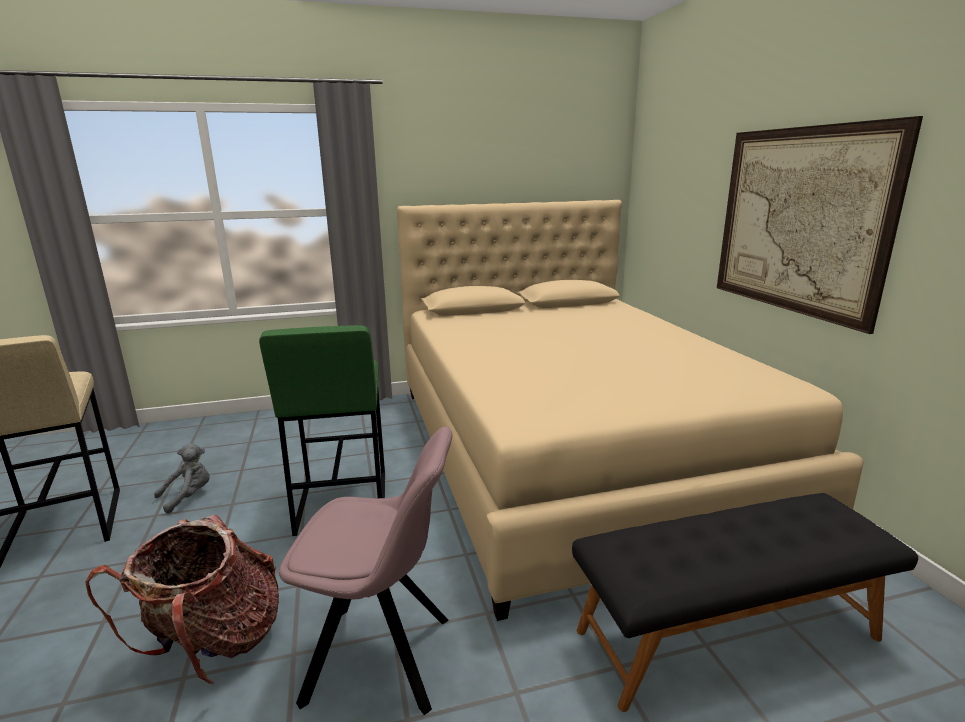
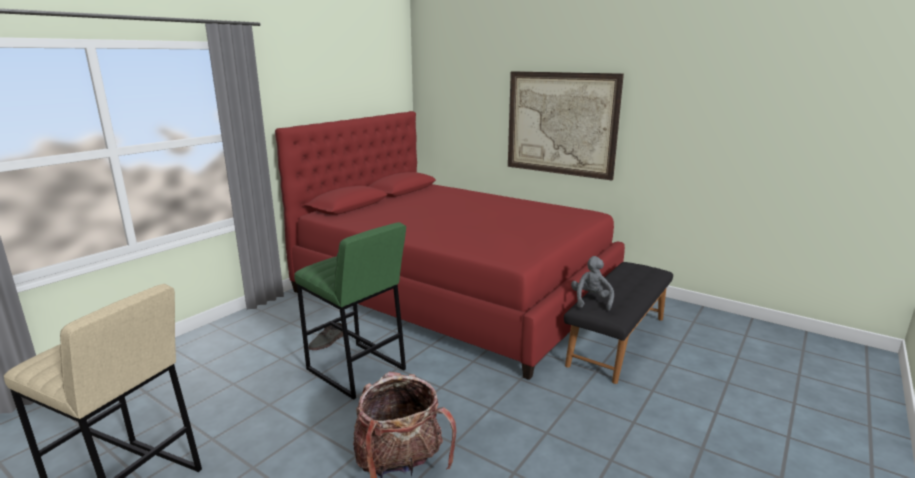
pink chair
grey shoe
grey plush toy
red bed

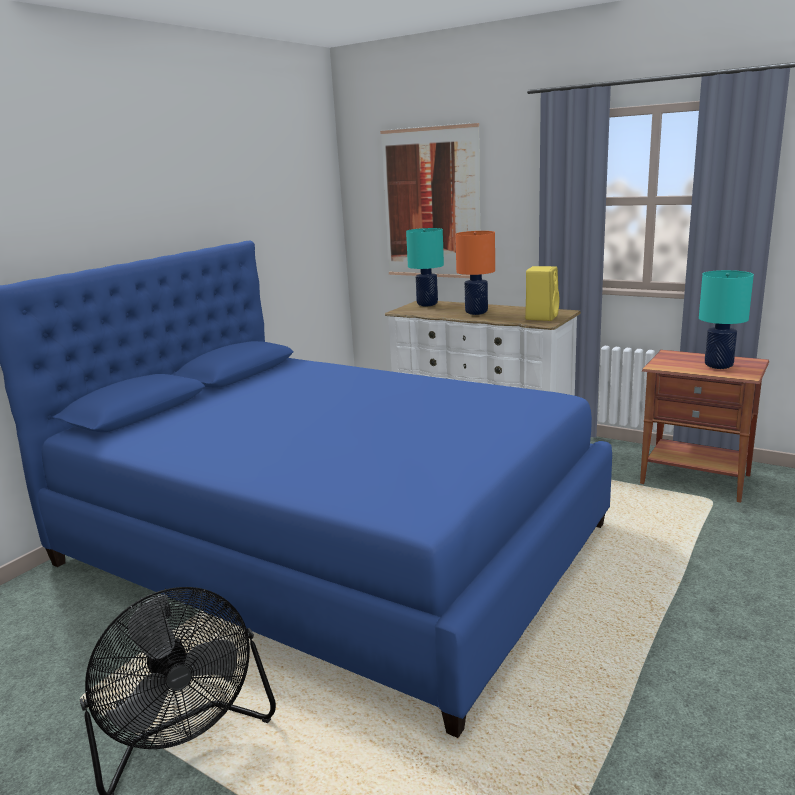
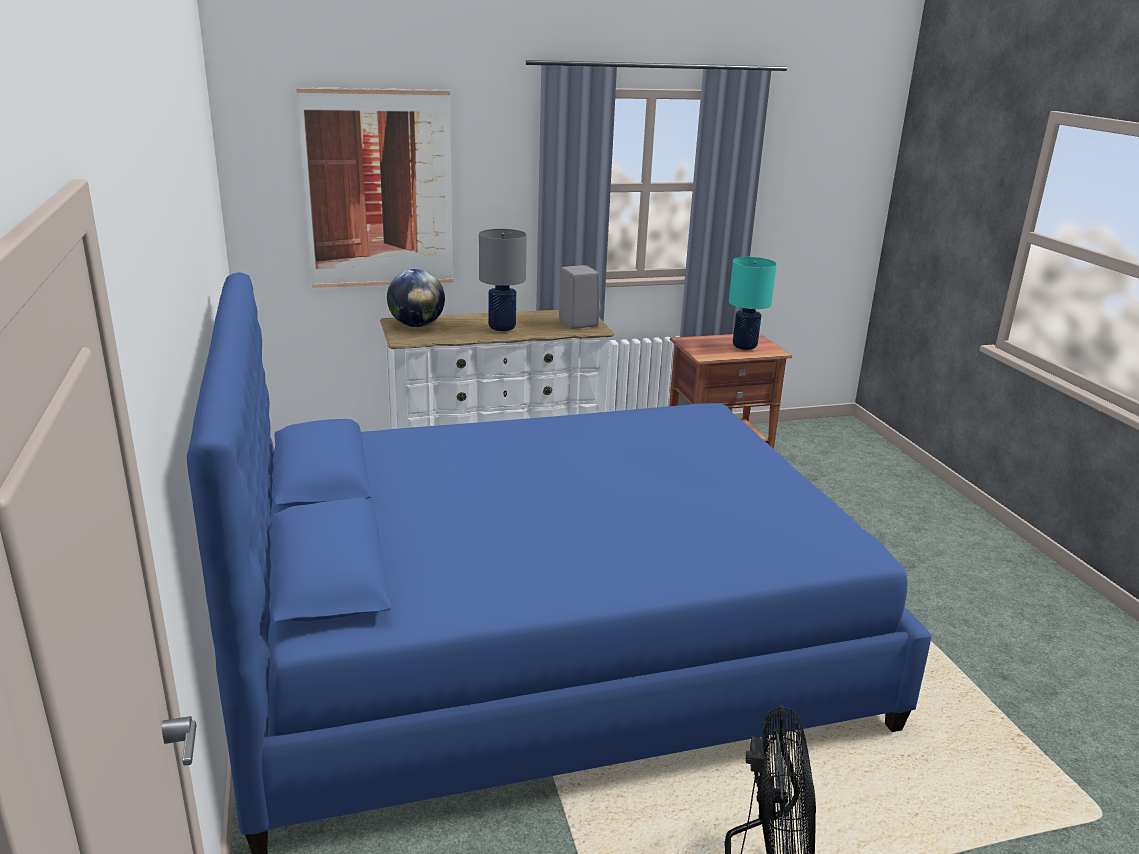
globe
grey table lamp
grey speaker

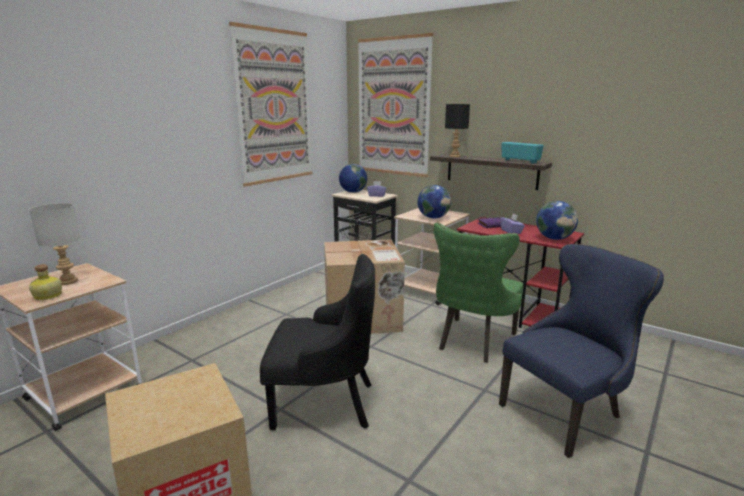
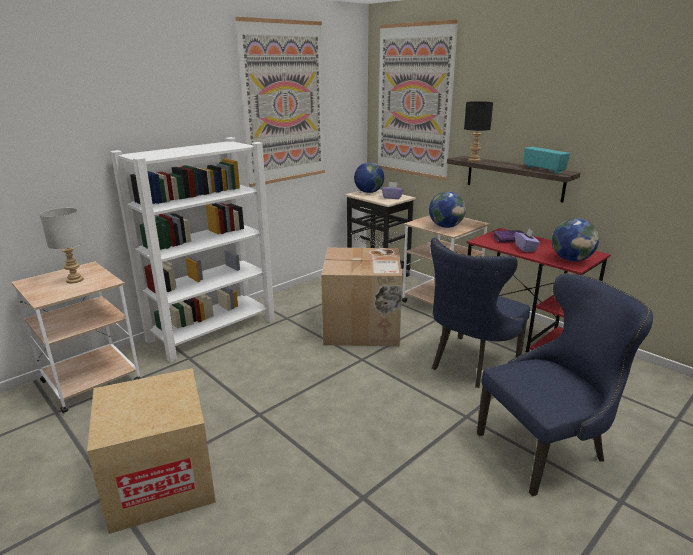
bottle
black chair
white bookcase
blue chair (1st from left)

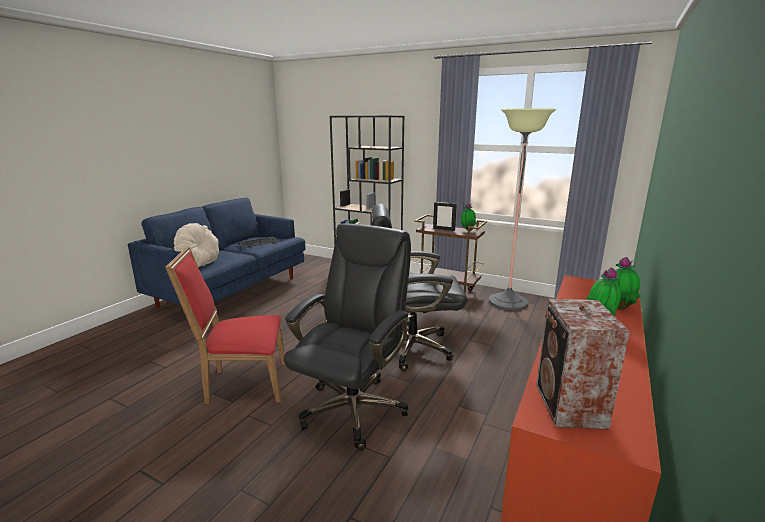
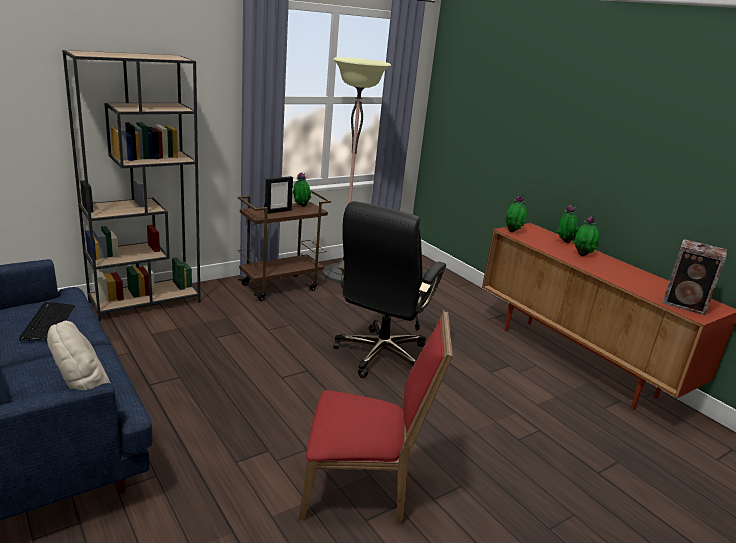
black office chair (1st from left in the first image)
potted plant (2nd from left)
red chair

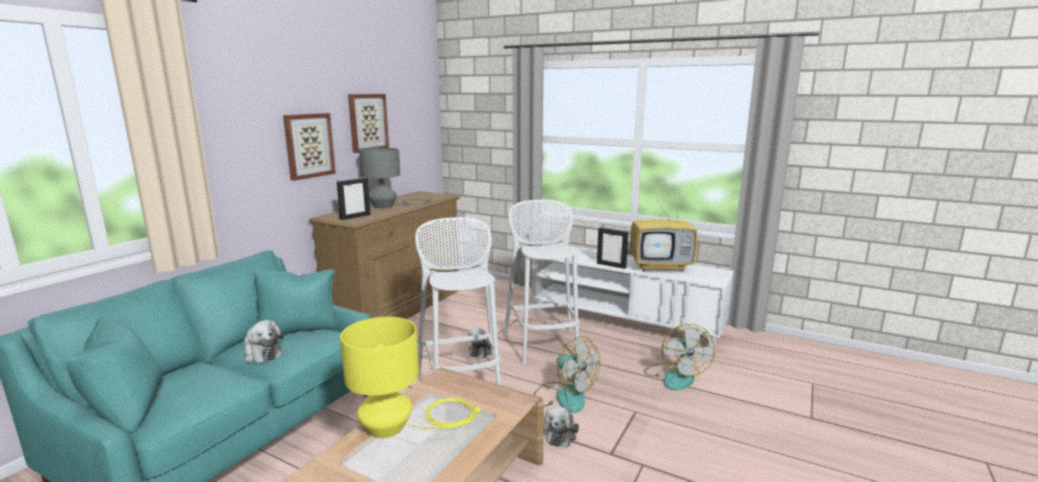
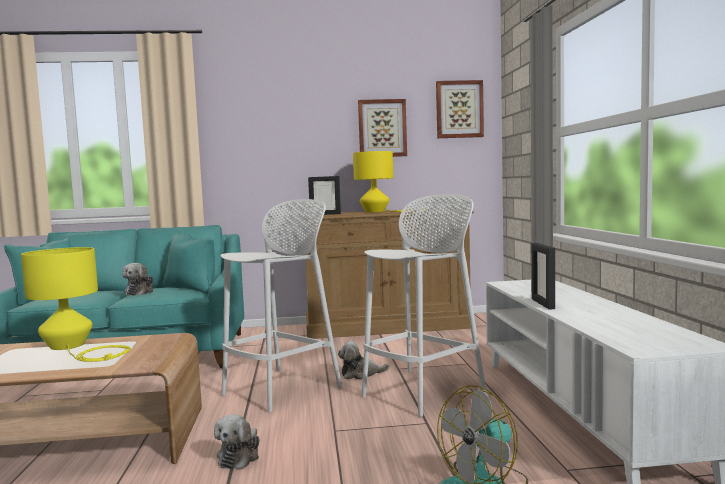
fan (1st from left in the first image)
television
picture (2nd from left)
yellow table lamp (2nd from left)
plush toy (2nd from left)

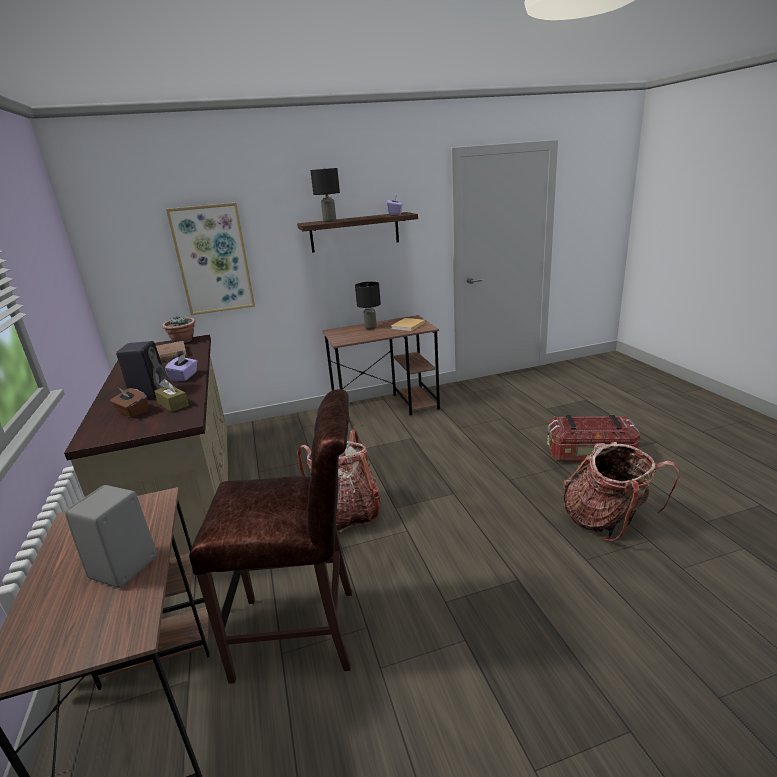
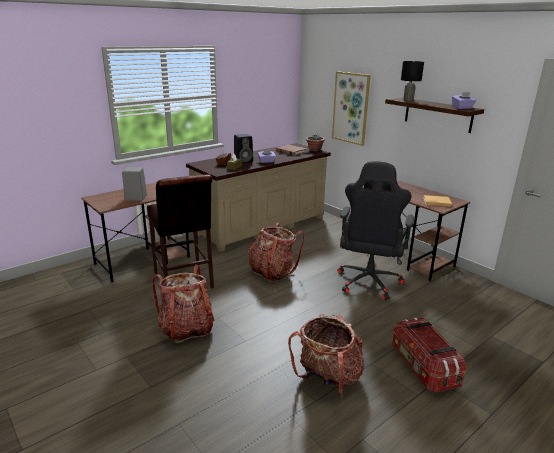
black table lamp (2nd from left in the first image)
backpack (1st from left)
black office chair

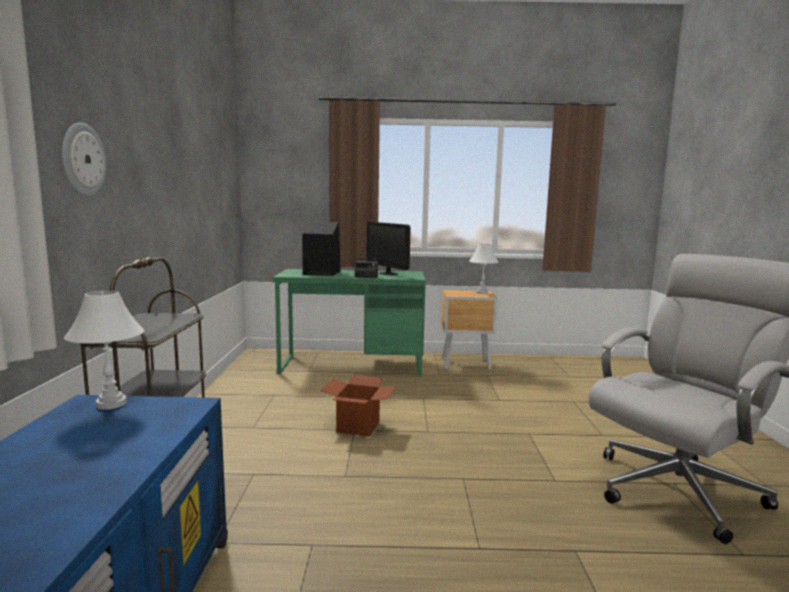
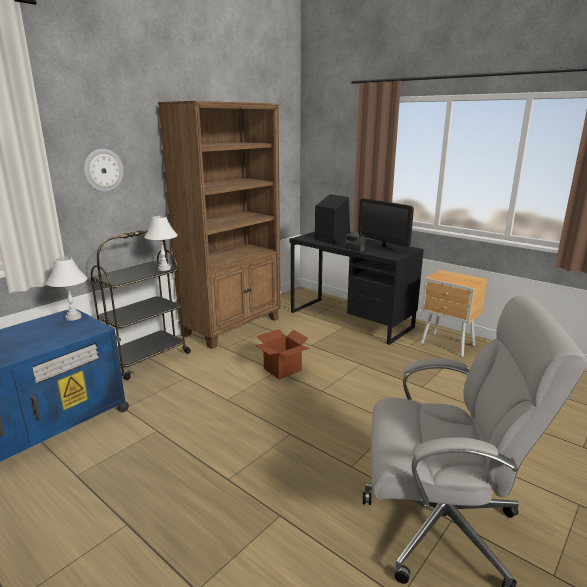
brown bookcase
white table lamp (2nd from left)
black desk
monitor

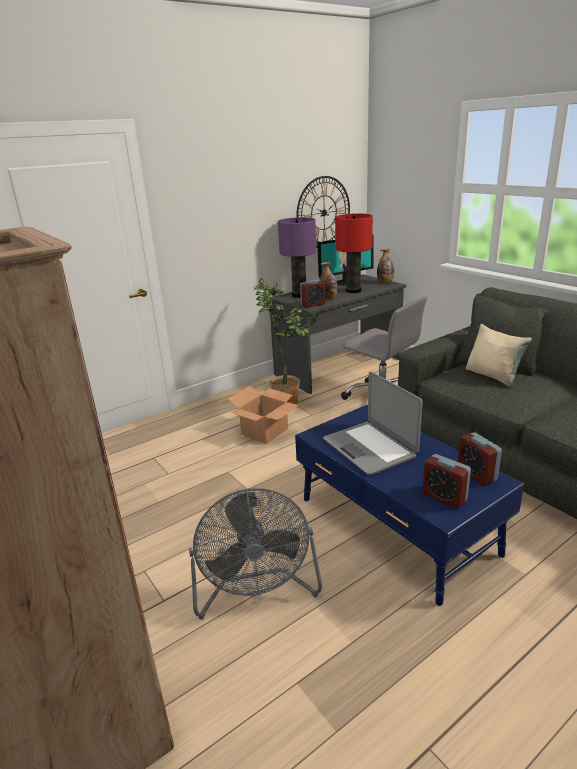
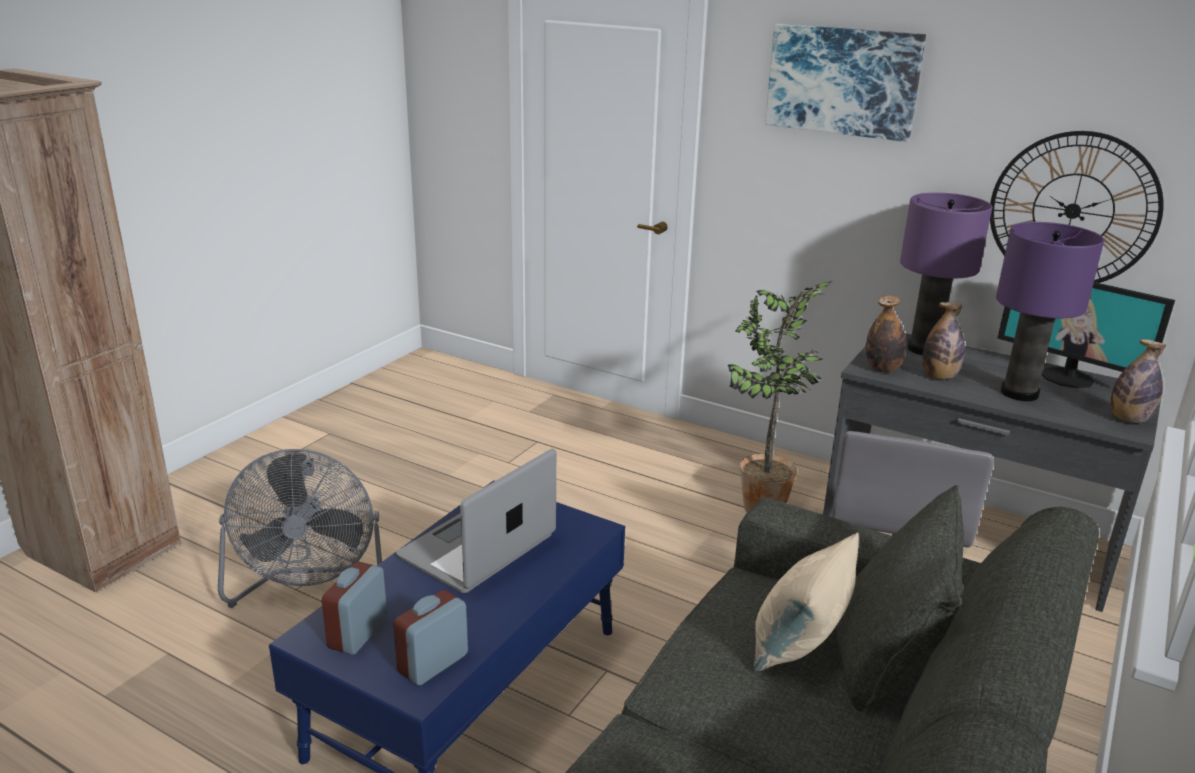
cardboard box
picture
bottle (1st from left)
purple table lamp (2nd from left)
grey fan

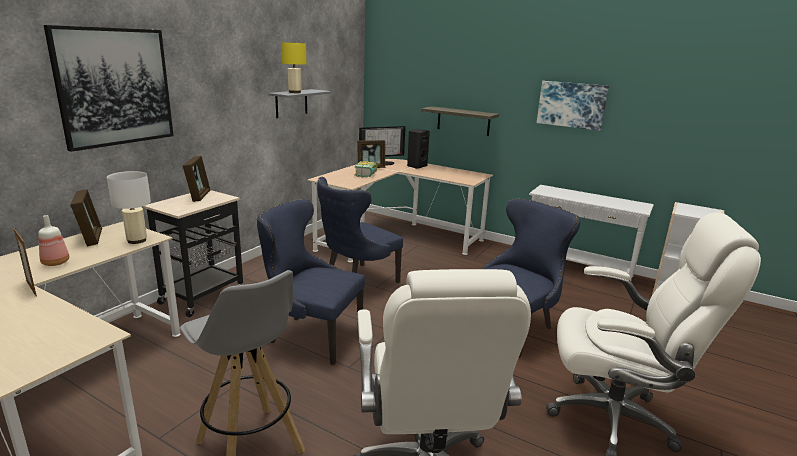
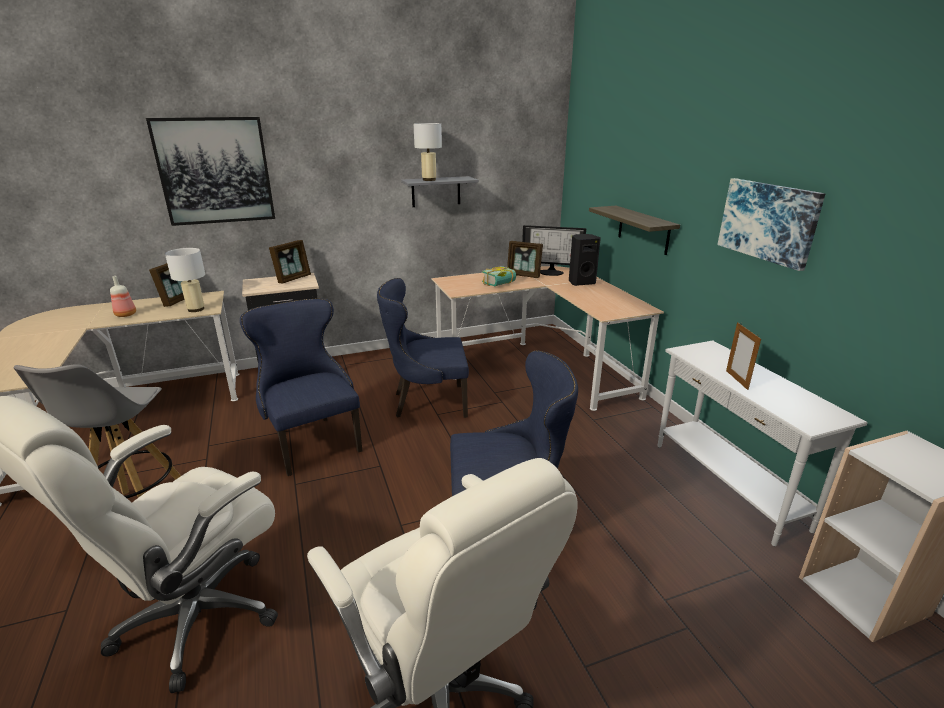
picture frame (4th from left)
white table lamp (2nd from left)

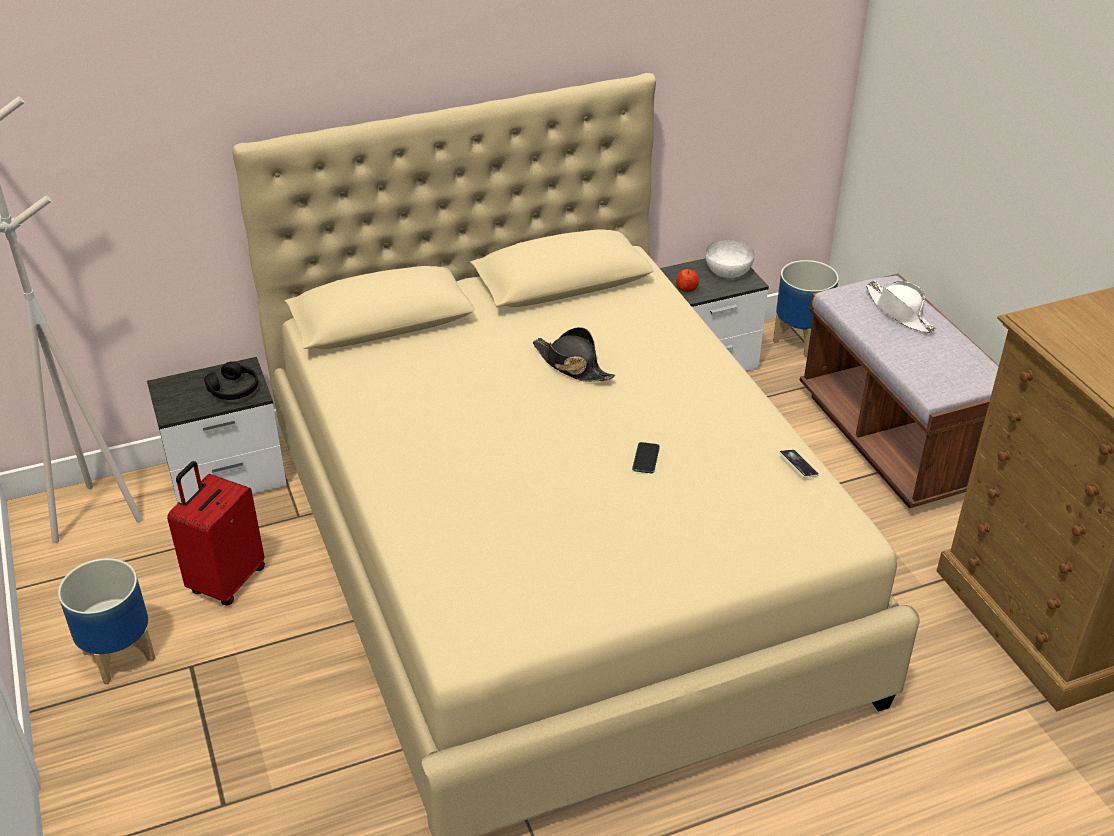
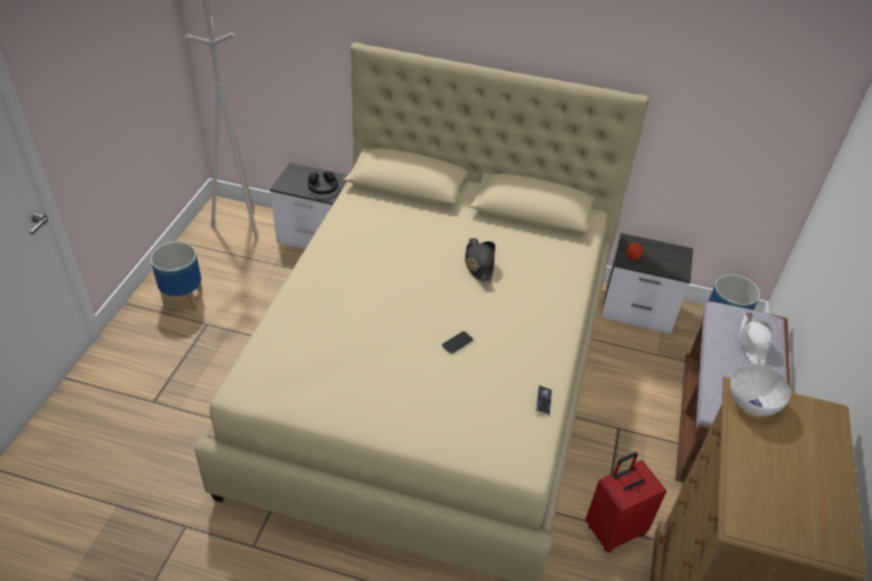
red suitcase
white bowl

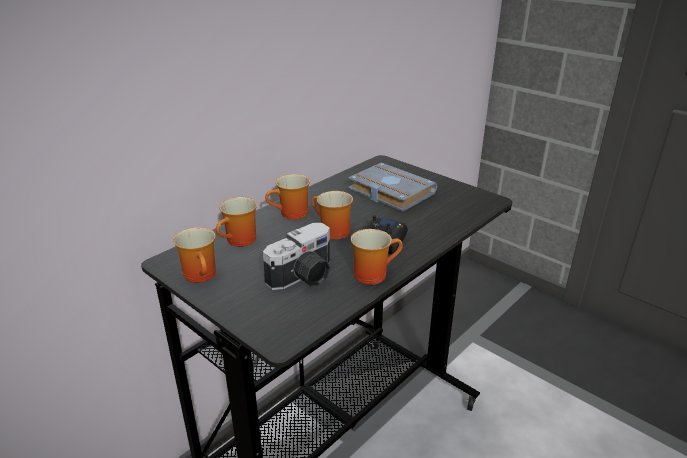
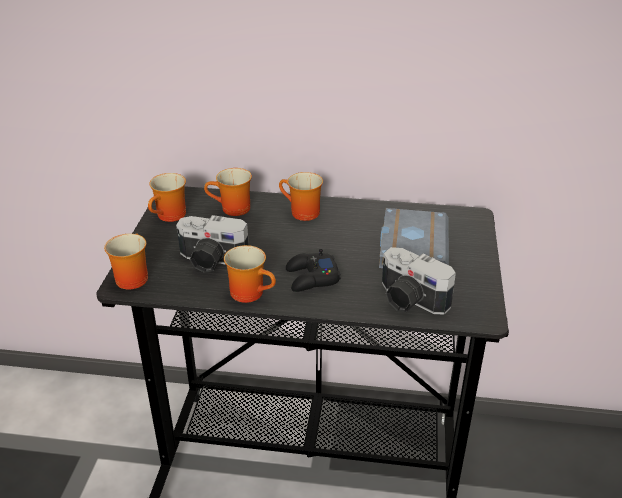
photo camera (2nd from left)
mug (1st from left)

